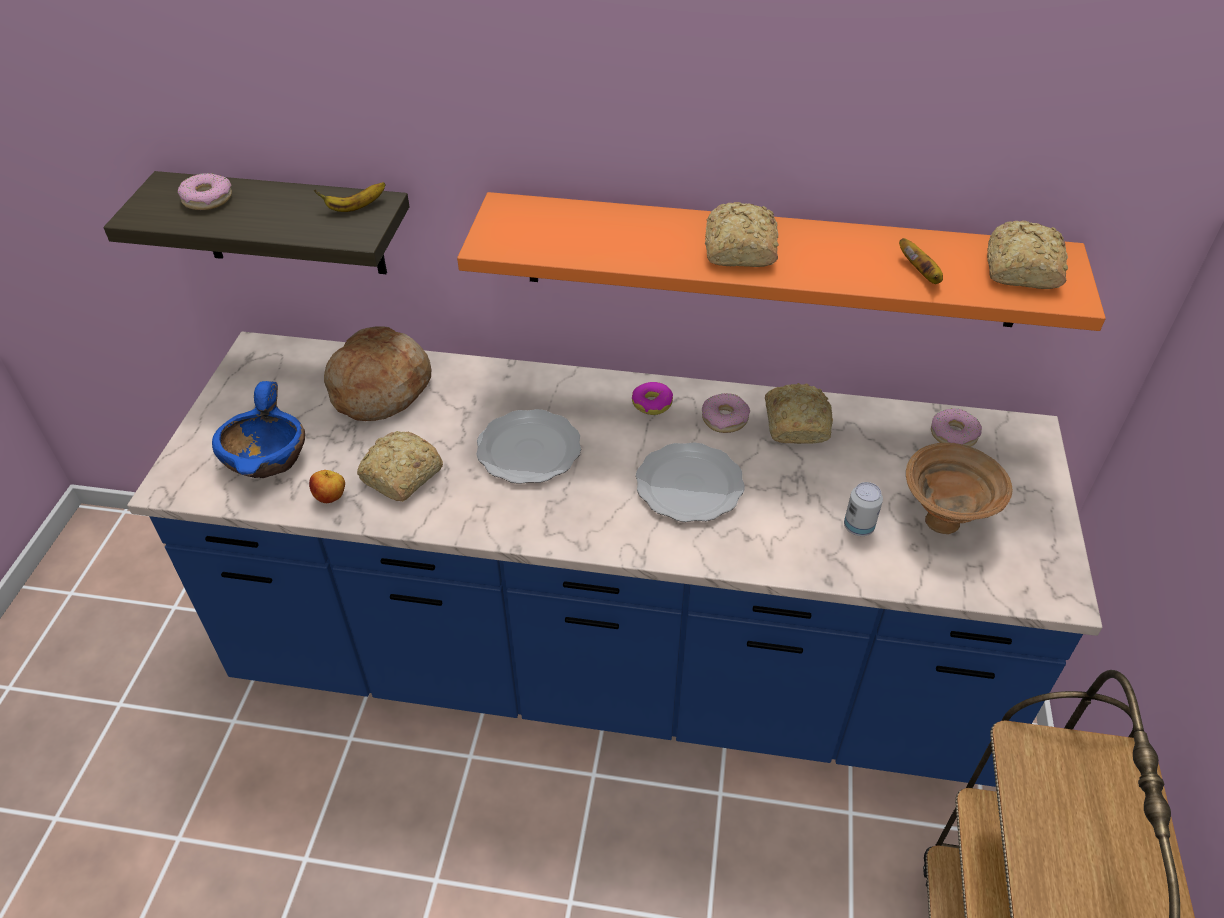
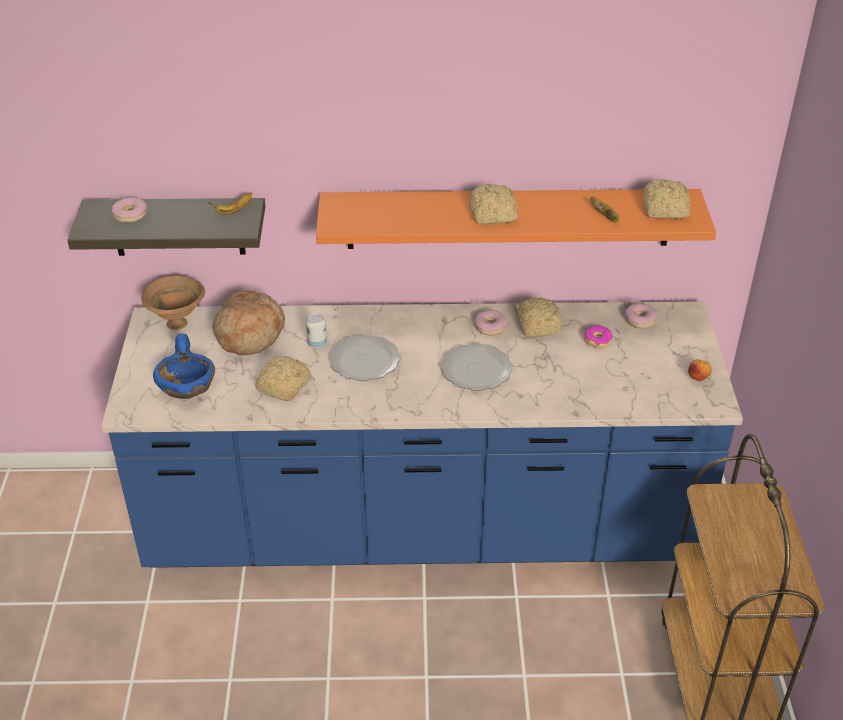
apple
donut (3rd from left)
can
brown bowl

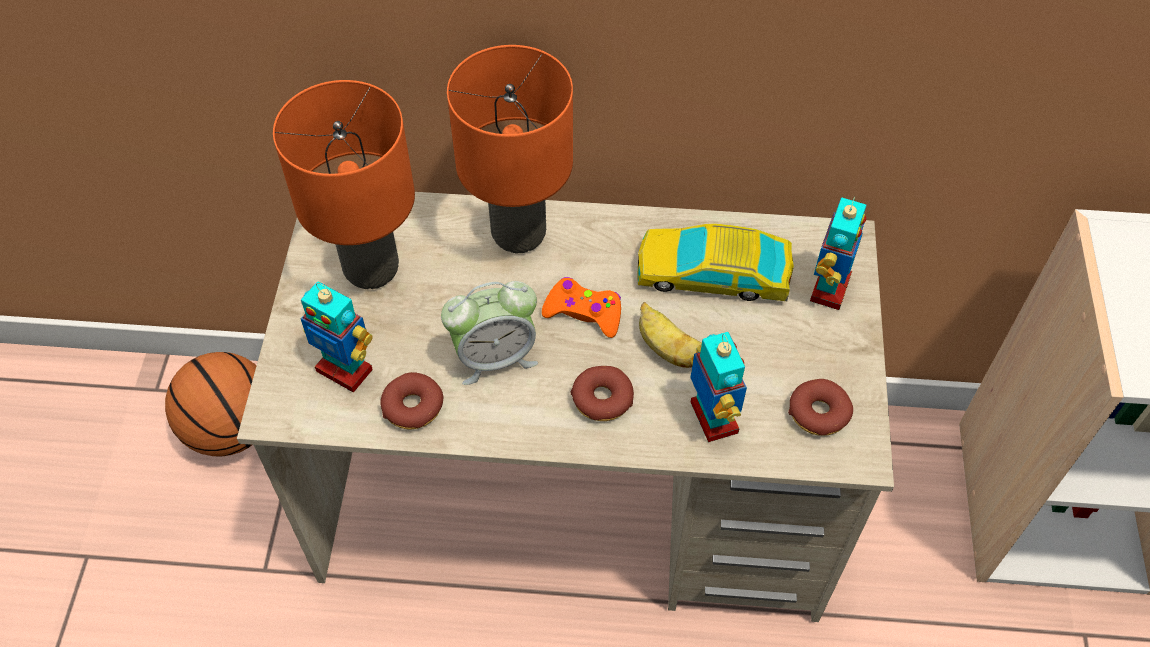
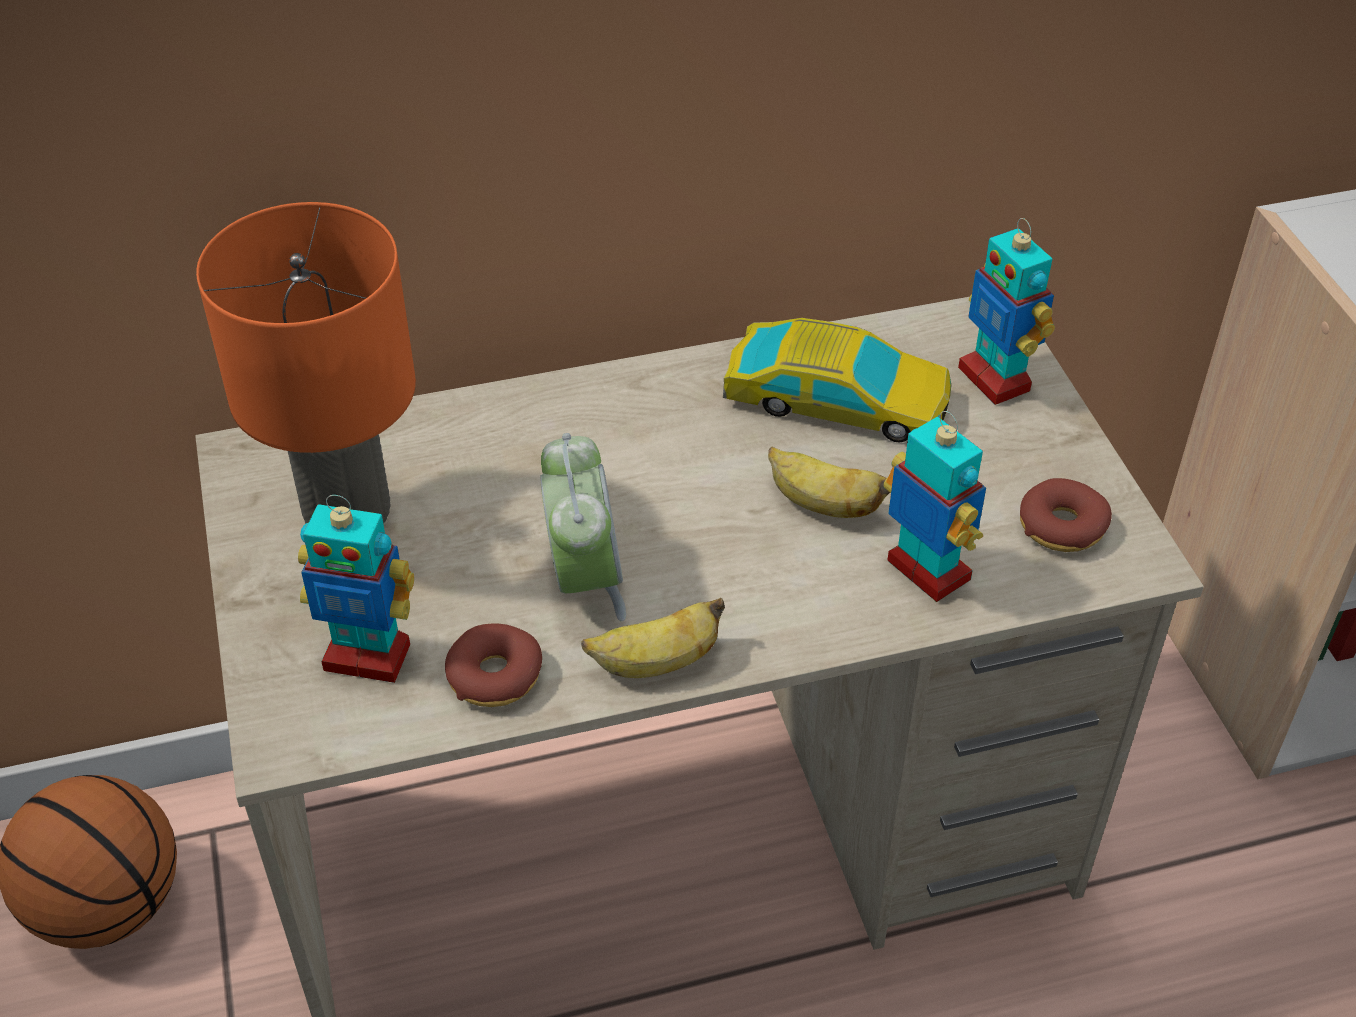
orange table lamp (2nd from left in the first image)
orange game controller
donut (2nd from left in the first image)
banana (1st from left)
alarm clock
toy car
toy robot (3rd from left)

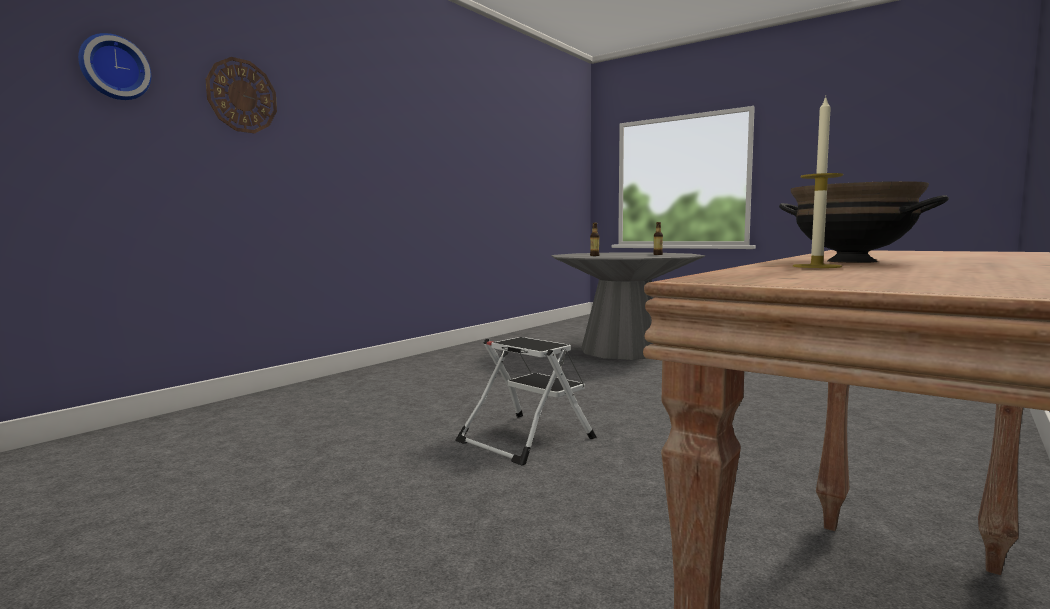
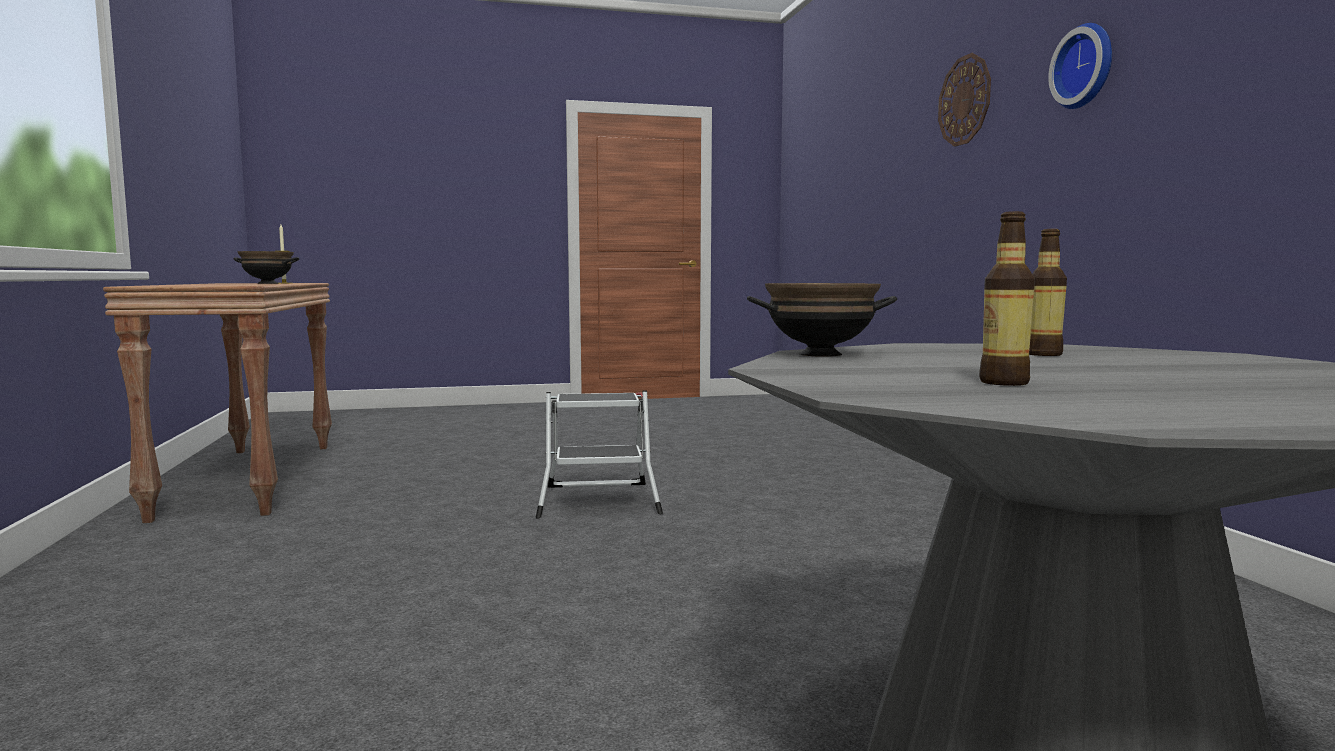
black bowl (2nd from left)
wall clock (2nd from left)

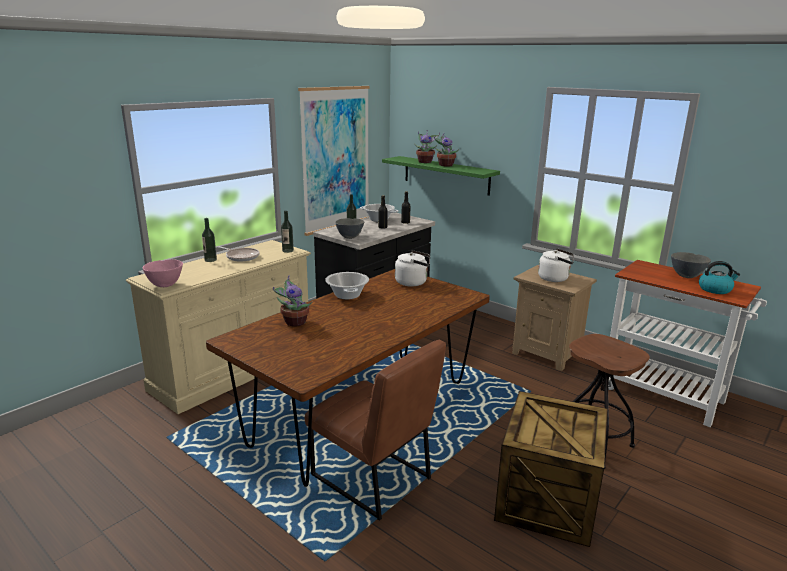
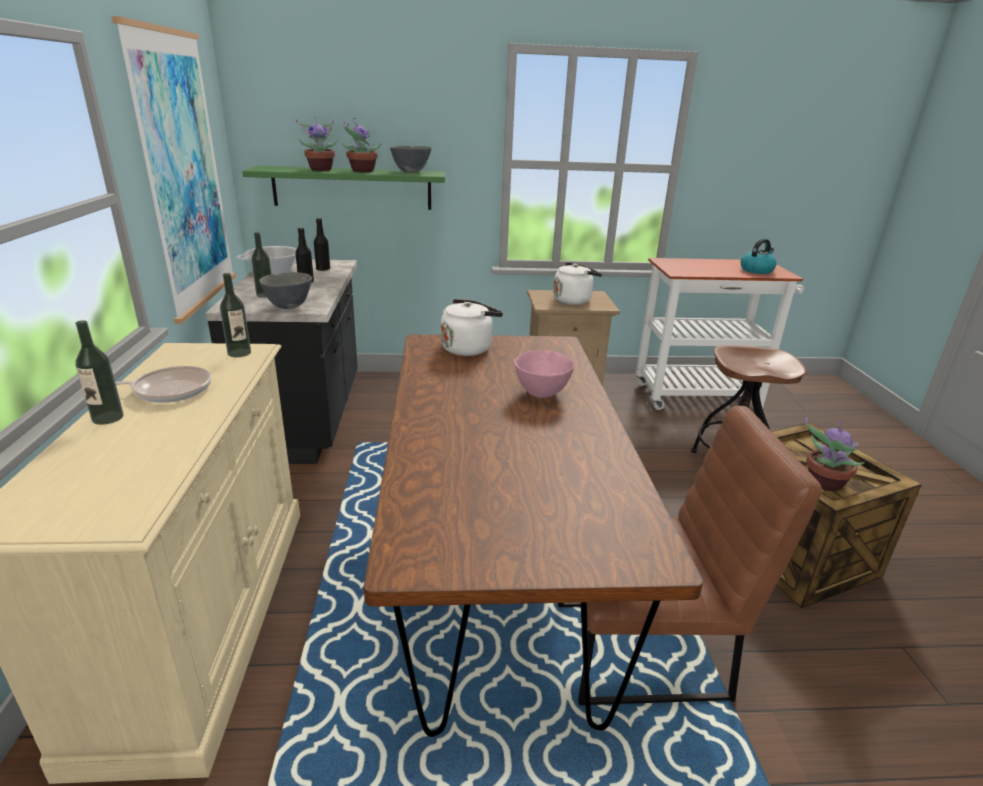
cooking pot (1st from left in the first image)
pink bowl
potted plant (3rd from left)
grey bowl (2nd from left)

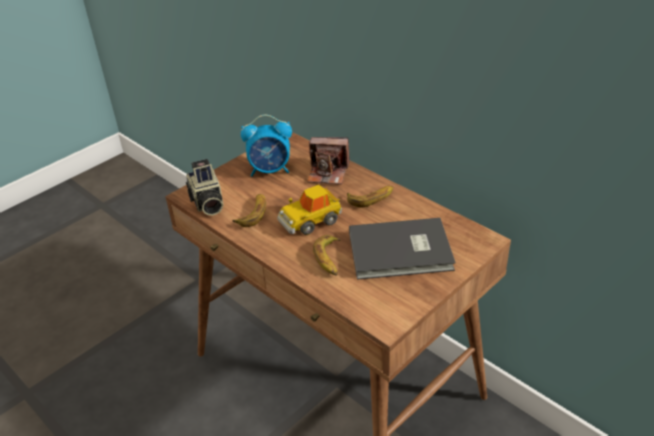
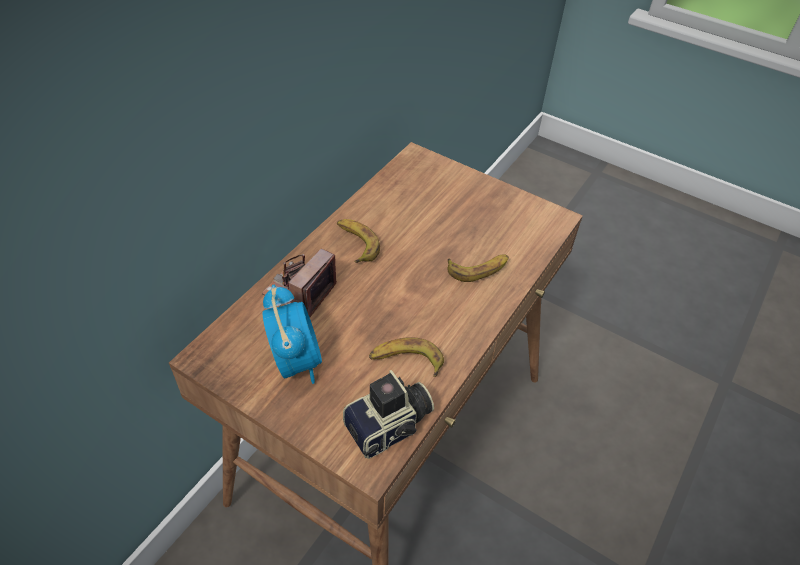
toy car
grey book
photo camera (1st from left)

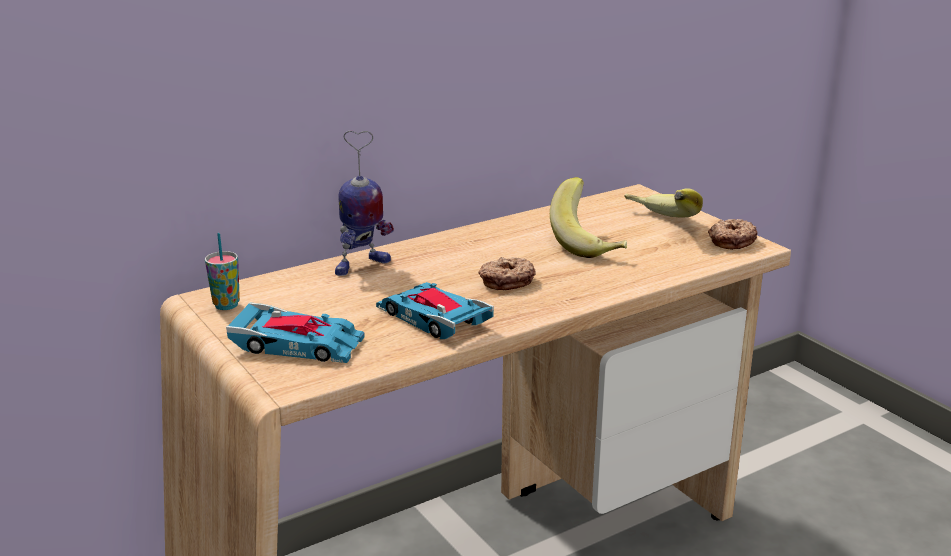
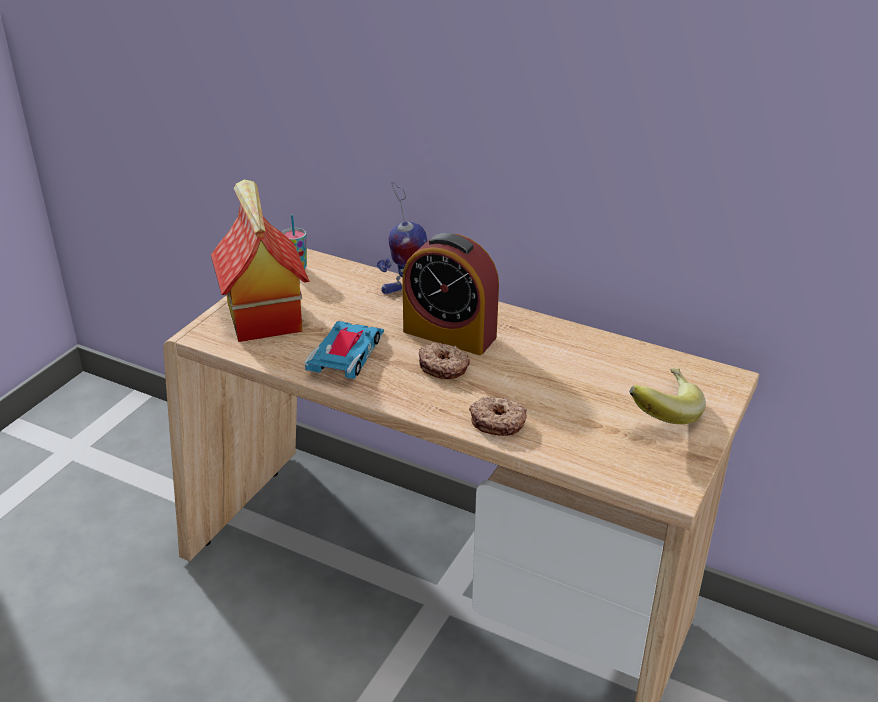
banana (1st from left in the first image)
alarm clock
donut (2nd from left)
toy house

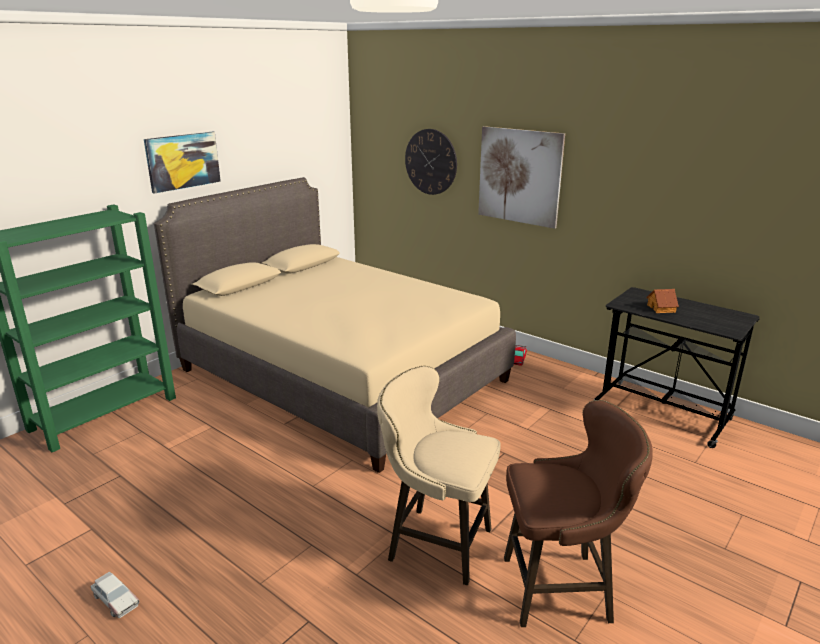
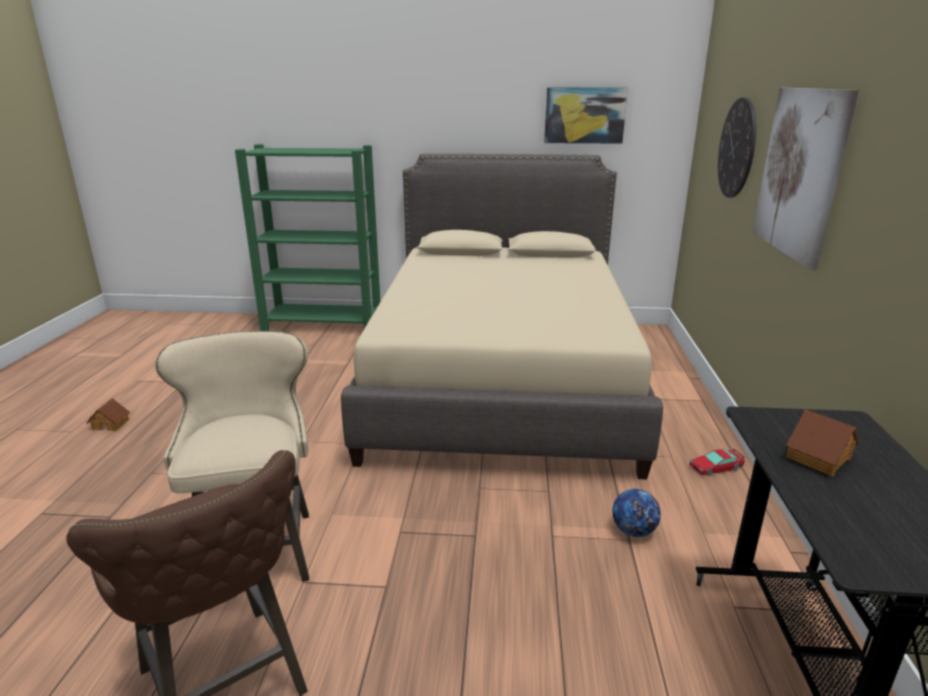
football
picture (1st from left)
toy house (1st from left)

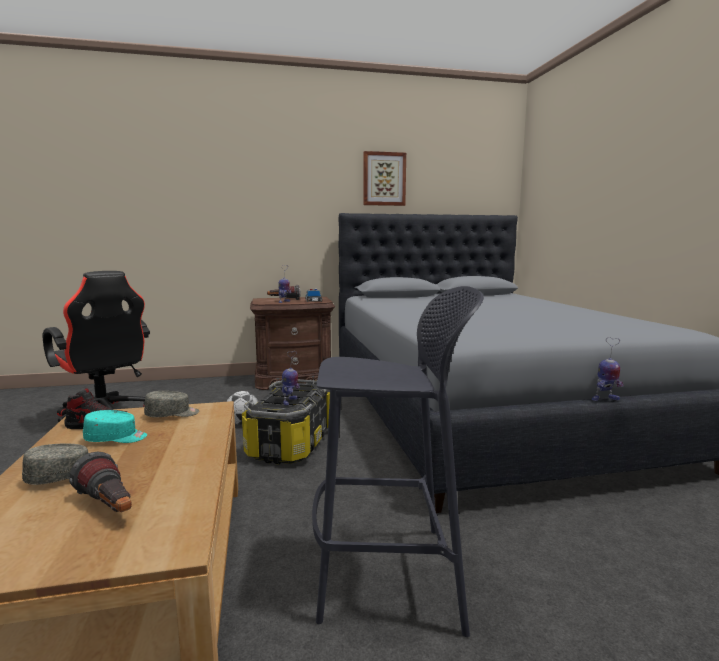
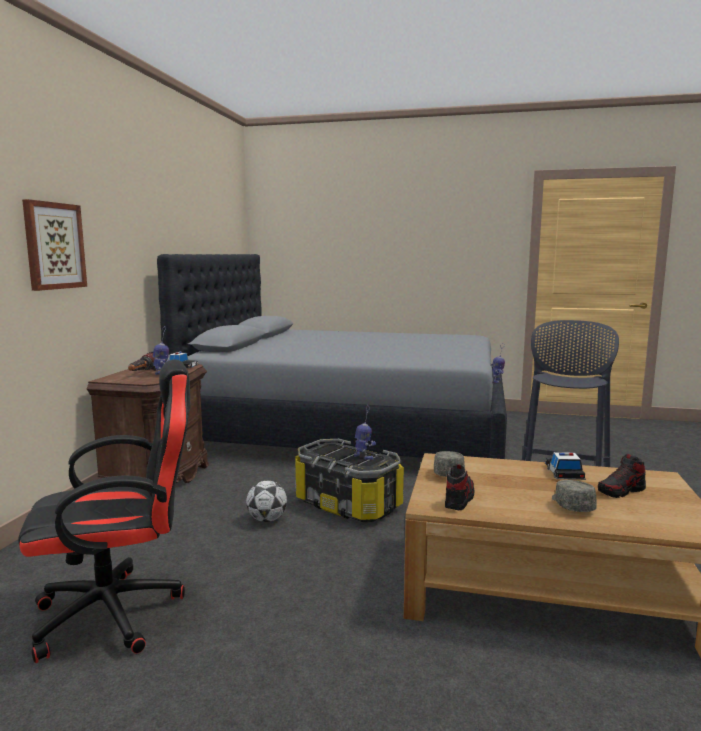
turquoise cap
toy car (2nd from left)
picture
shoe (2nd from left)

